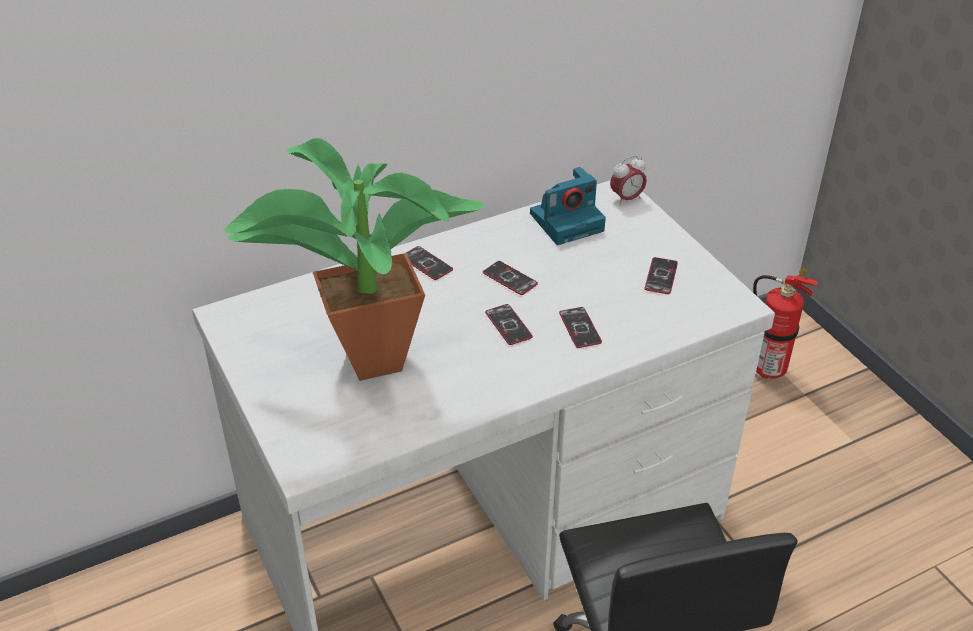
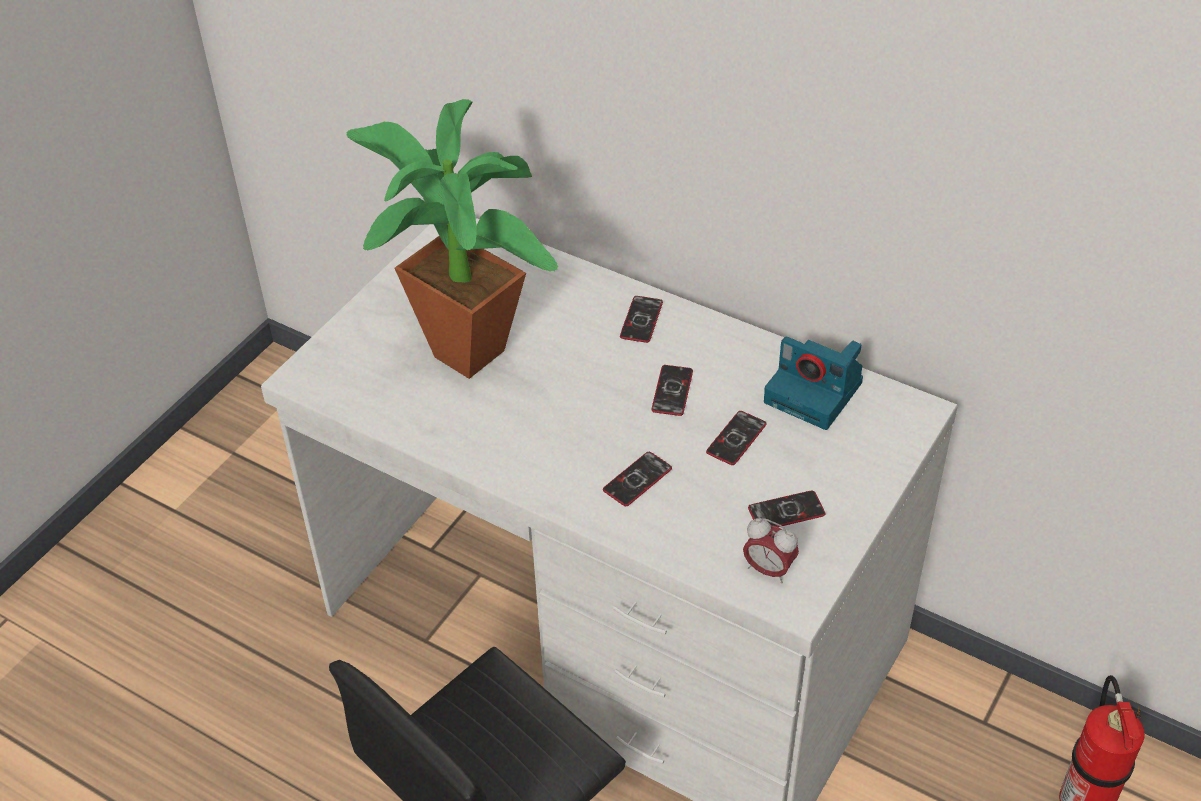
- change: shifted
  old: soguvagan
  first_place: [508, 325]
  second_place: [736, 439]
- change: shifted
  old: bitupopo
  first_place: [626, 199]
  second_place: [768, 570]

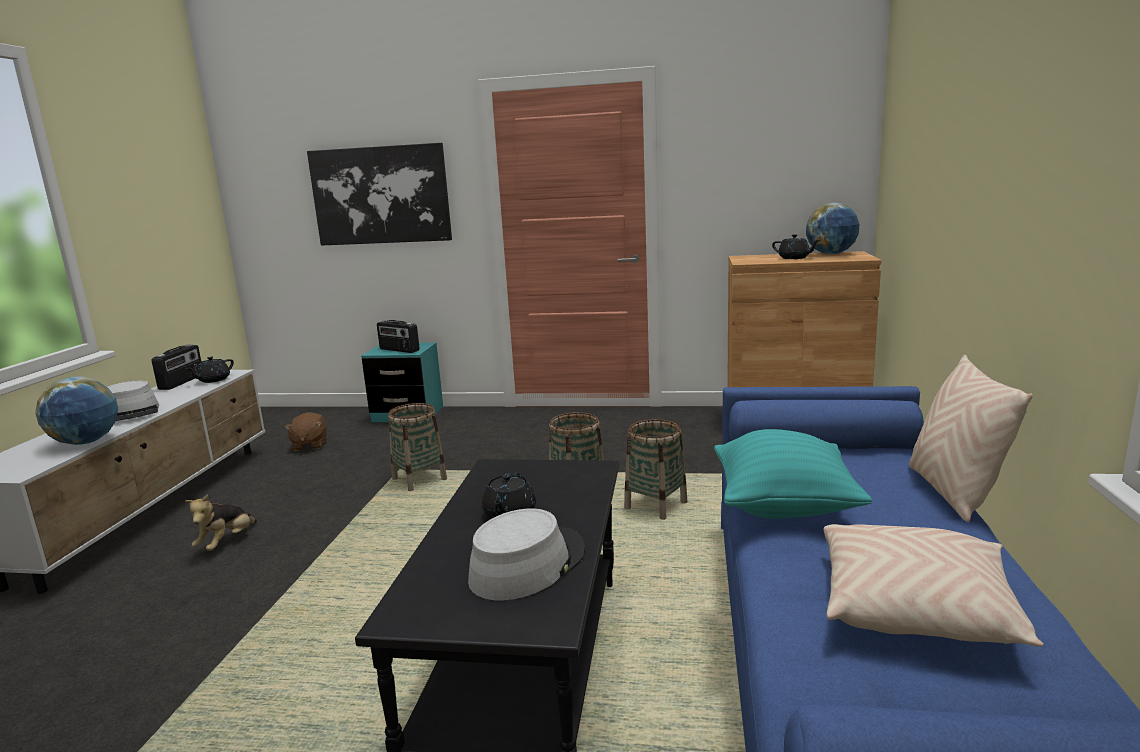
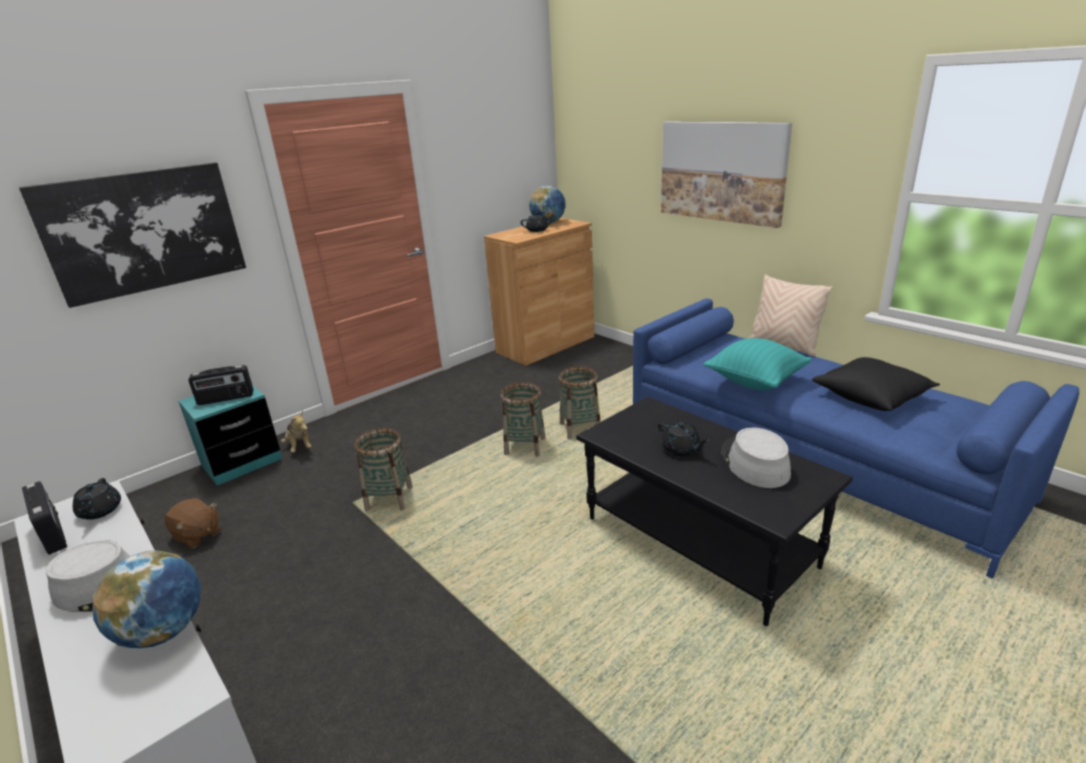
- change: shifted
  old: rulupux
  first_place: [227, 542]
  second_place: [299, 446]
- change: repainted
  old: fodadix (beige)
  new: fodadix (black)
  first_place: [915, 608]
  second_place: [872, 396]
- change: new
  new: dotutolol
  second_place: [722, 171]

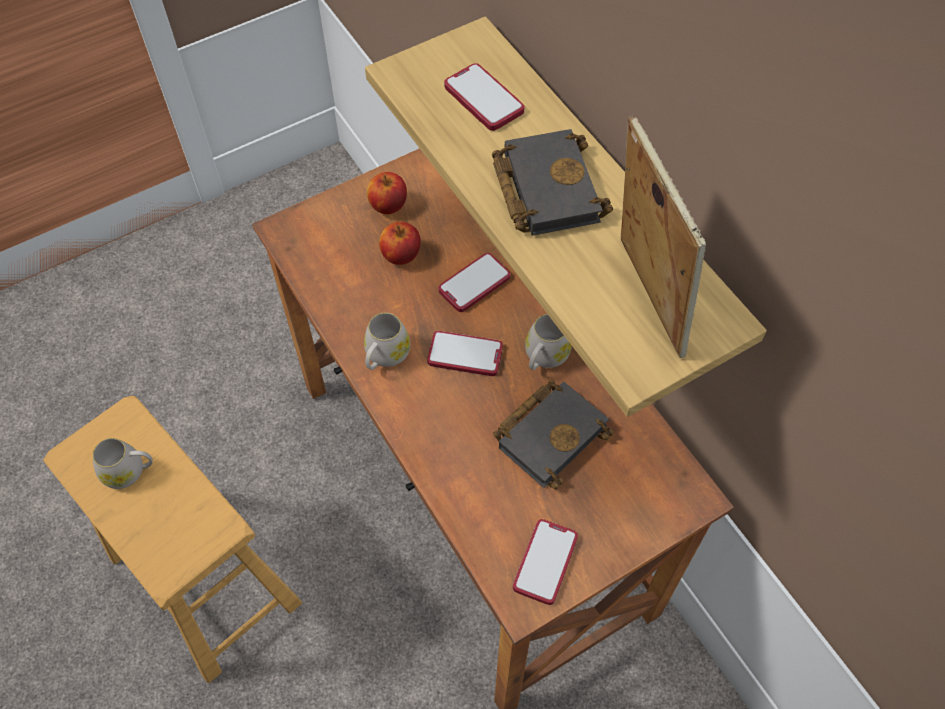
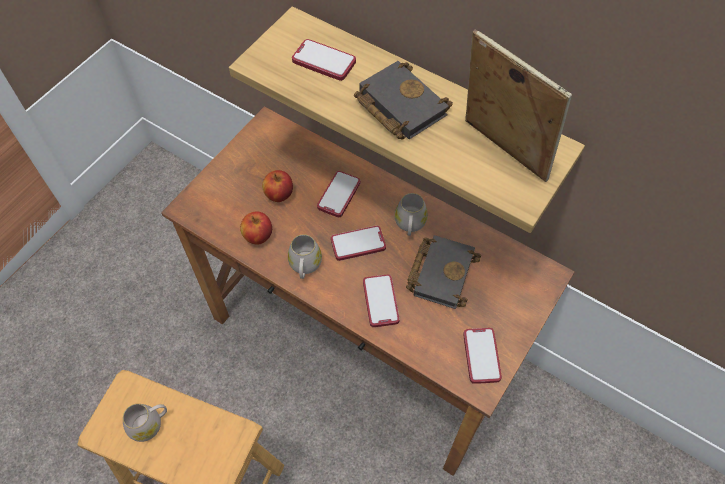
- change: shifted
  old: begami
  first_place: [388, 206]
  second_place: [258, 236]
- change: new
  new: soguvagan
  second_place: [380, 301]

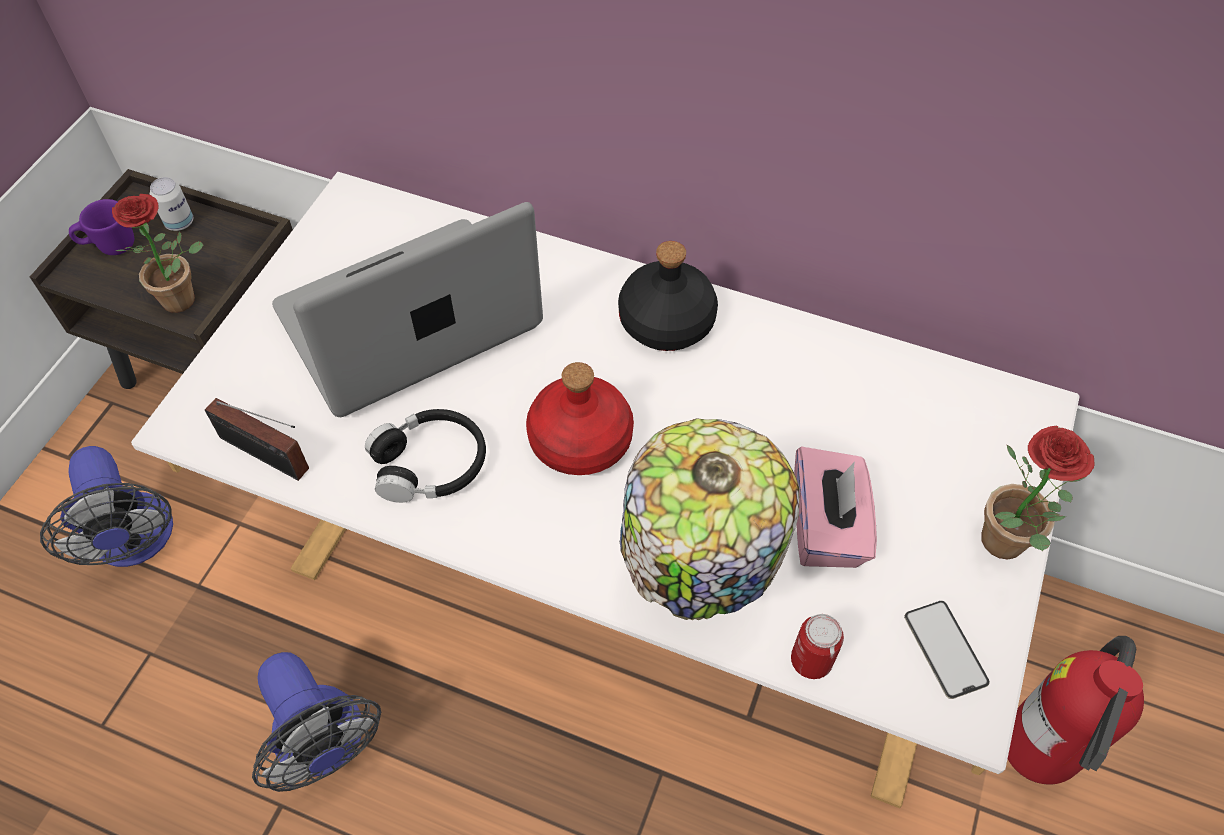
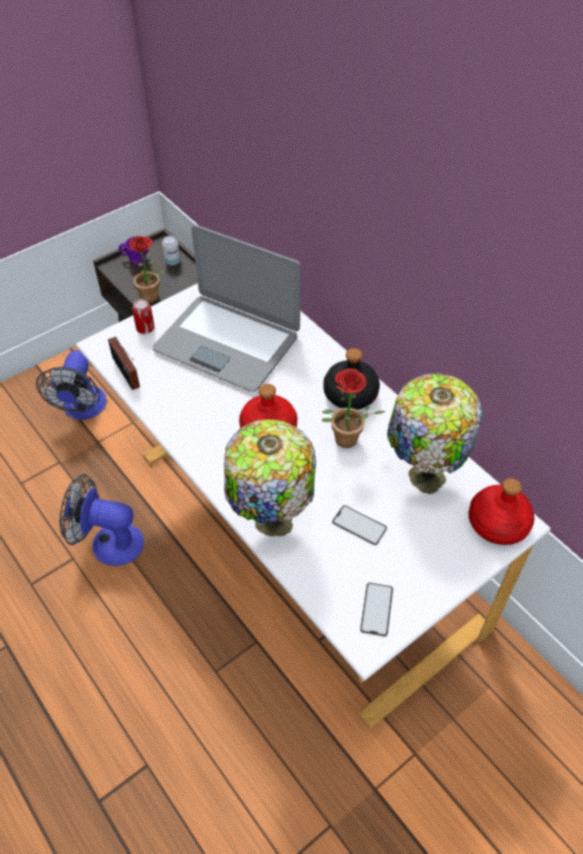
- change: rotated
  old: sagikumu
  first_place: [326, 745]
  second_place: [108, 542]
  degrees: 105
- change: rotated
  old: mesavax
  first_place: [409, 322]
  second_place: [227, 342]
  degrees: -150
- change: gone
  old: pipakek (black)
  first_place: [430, 464]
- change: shifted
  old: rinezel
  first_place: [811, 660]
  second_place: [145, 329]
- change: swapped
  old: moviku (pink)
  new: soguvagan
  first_place: [827, 527]
  second_place: [359, 525]
- change: shifted
  old: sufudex
  first_place: [1006, 549]
  second_place: [344, 443]
- change: gone
  old: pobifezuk
  first_place: [1034, 756]
- change: new
  new: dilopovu
  second_place: [423, 476]
- change: new
  new: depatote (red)
  second_place: [497, 523]

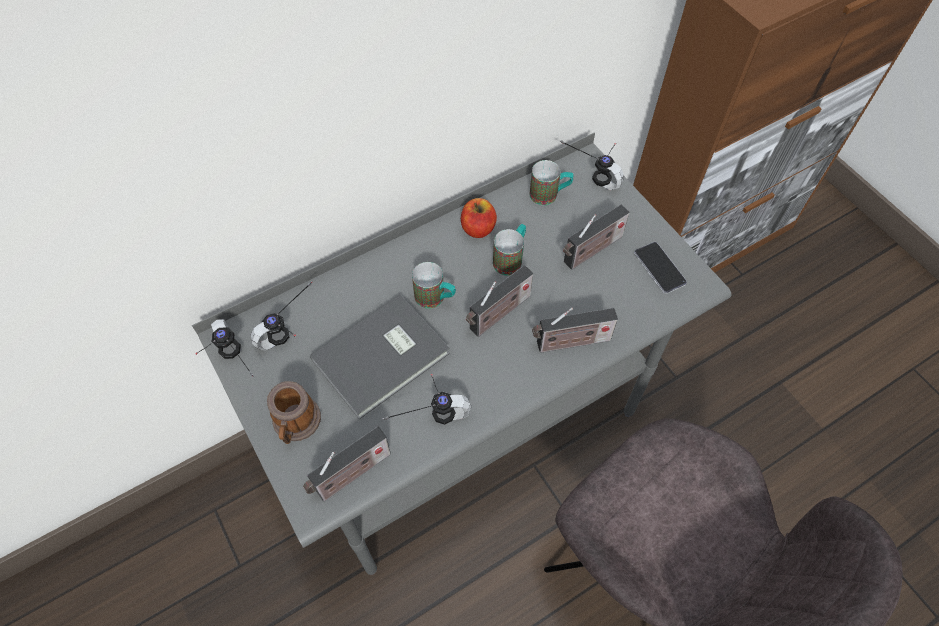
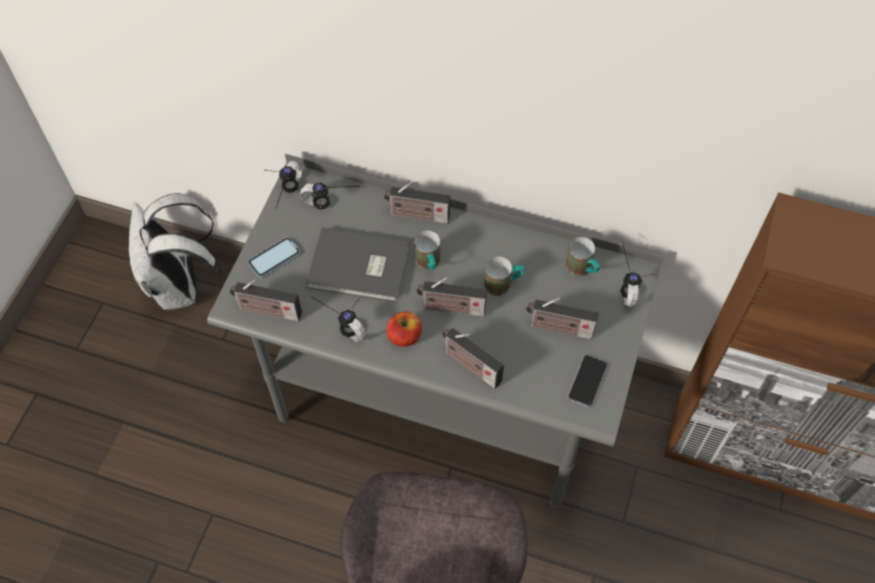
- change: swapped
  old: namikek
  new: soguvagan
  first_place: [296, 424]
  second_place: [274, 258]
- change: shifted
  old: begami
  first_place: [478, 228]
  second_place: [405, 336]
- change: new
  new: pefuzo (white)
  second_place: [181, 287]
- change: new
  new: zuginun
  second_place: [417, 215]

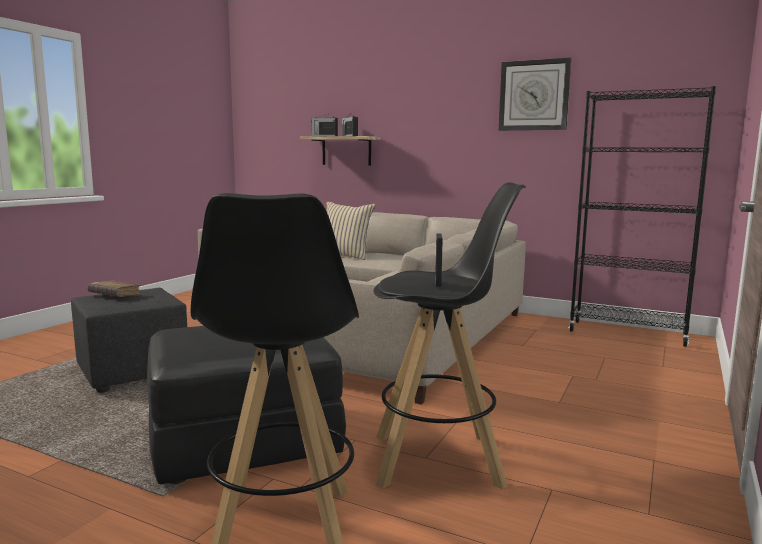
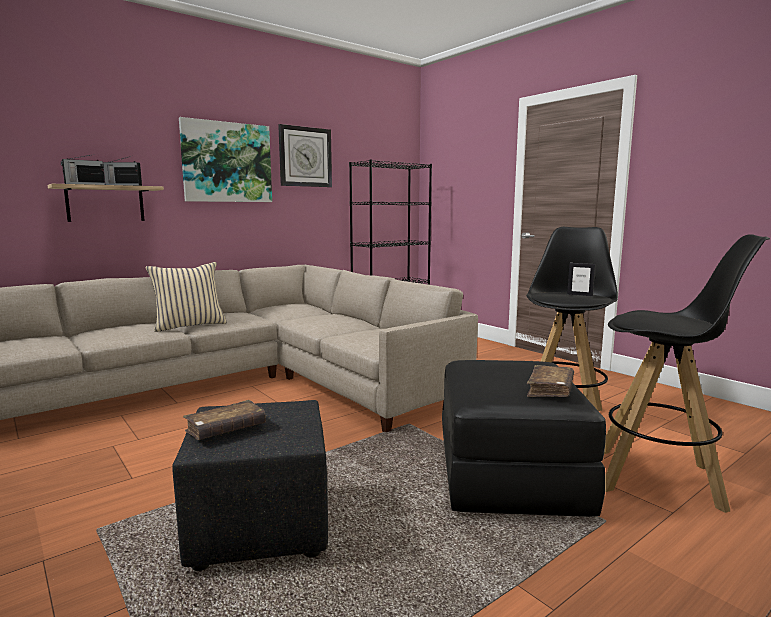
- change: new
  new: dotutolol
  second_place: [227, 162]
- change: new
  new: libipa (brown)
  second_place: [550, 390]

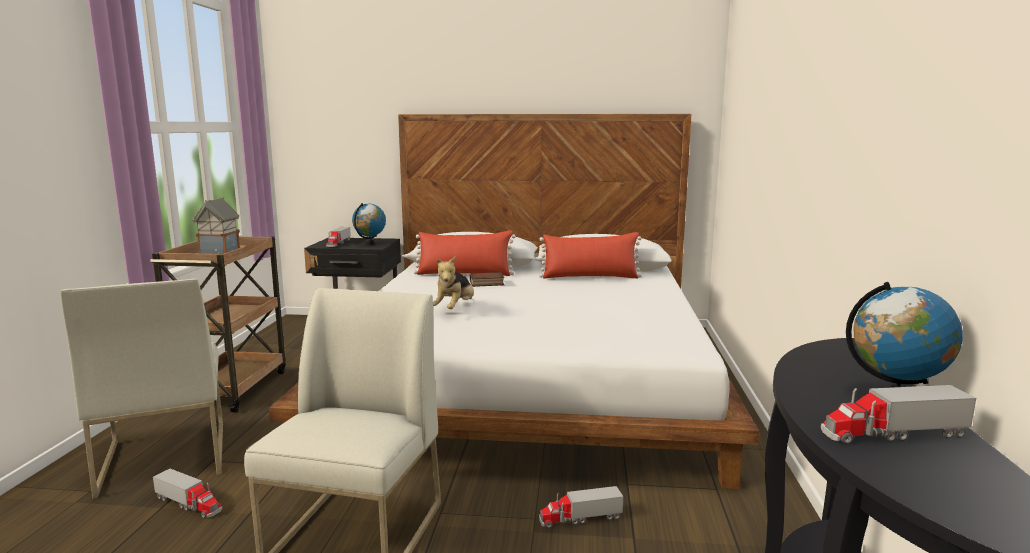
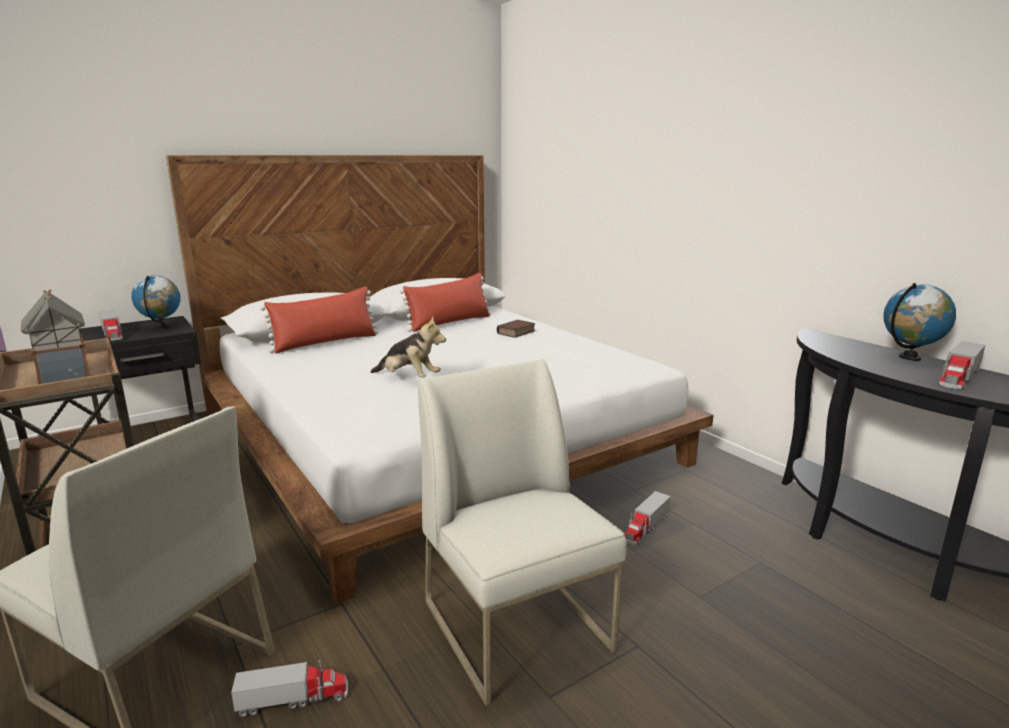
- change: rotated
  old: rulupux
  first_place: [455, 309]
  second_place: [409, 378]
  degrees: -45
- change: shifted
  old: libipa
  first_place: [486, 283]
  second_place: [516, 332]

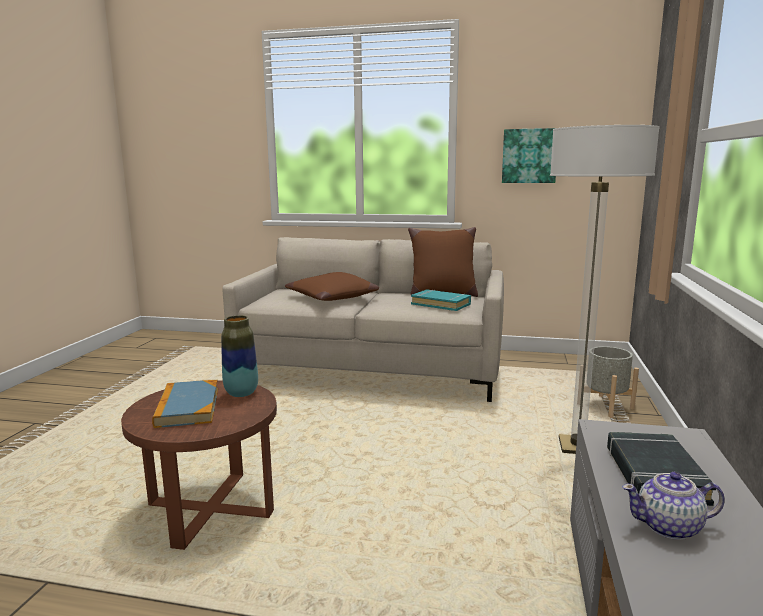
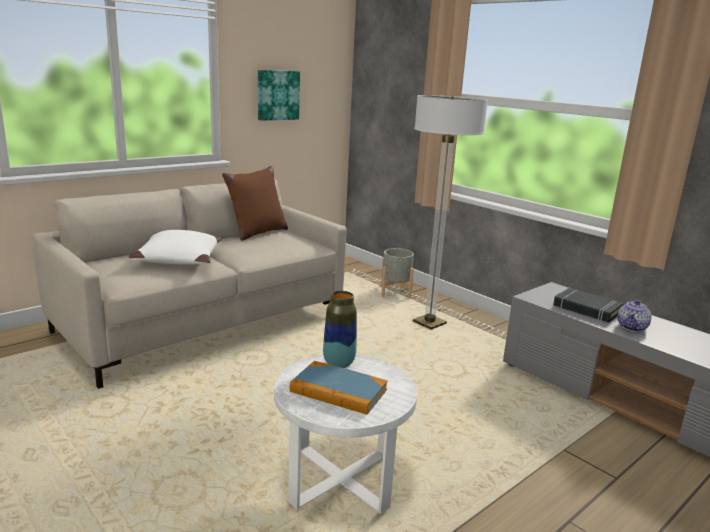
- change: repainted
  old: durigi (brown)
  new: durigi (white)
  first_place: [210, 509]
  second_place: [341, 478]
- change: repainted
  old: fodadix (brown)
  new: fodadix (white)
  first_place: [333, 297]
  second_place: [179, 259]
- change: gone
  old: libipa (turquoise)
  first_place: [441, 304]

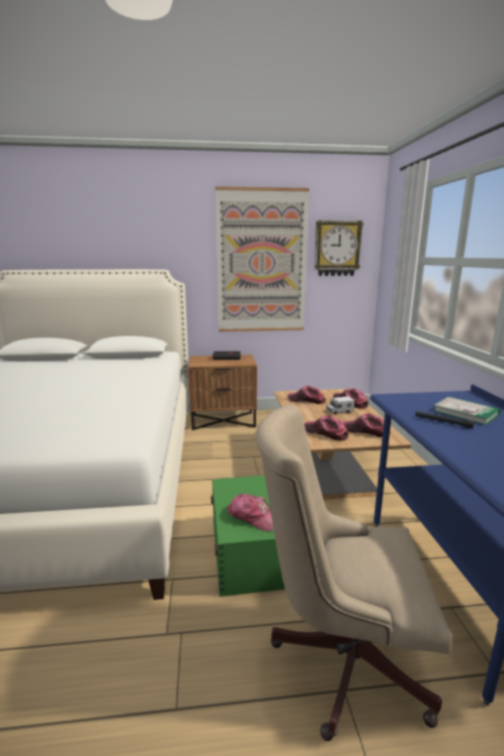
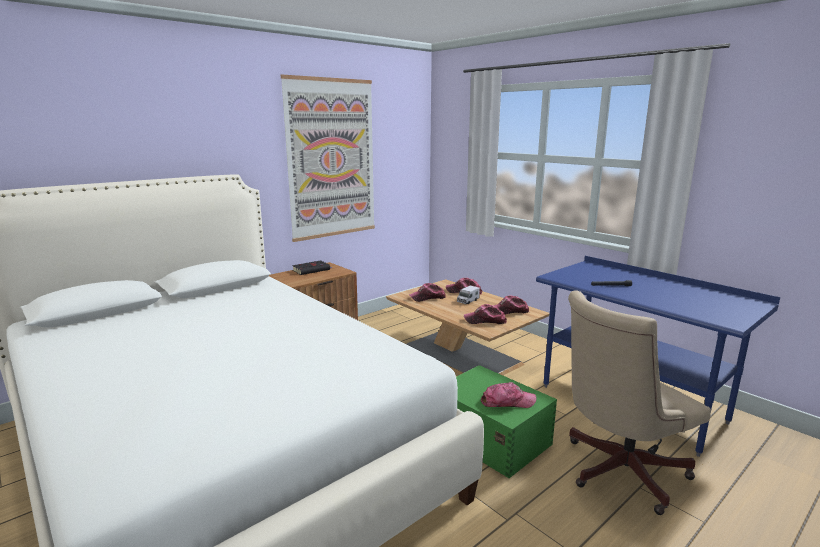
- change: gone
  old: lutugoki
  first_place: [337, 248]
- change: gone
  old: libipa
  first_place: [465, 412]

